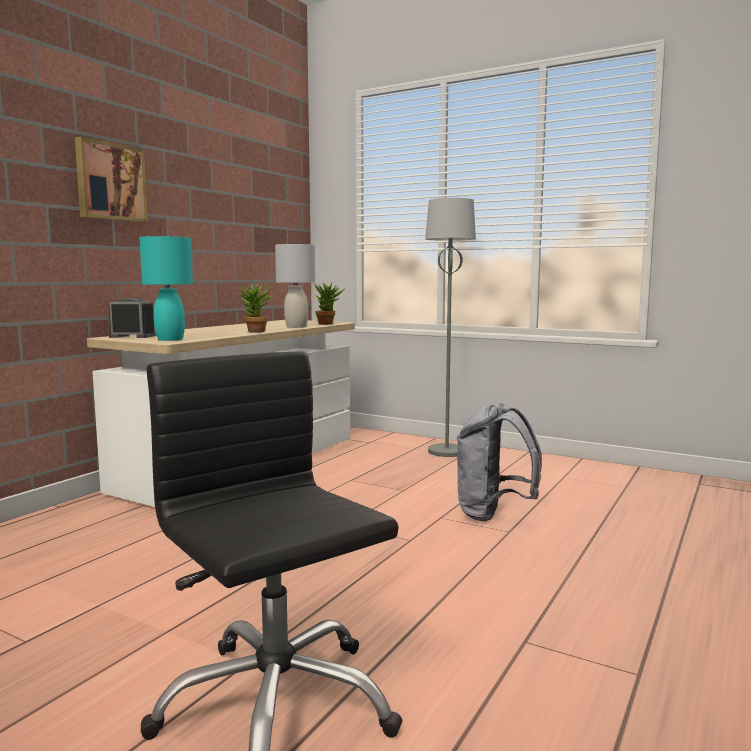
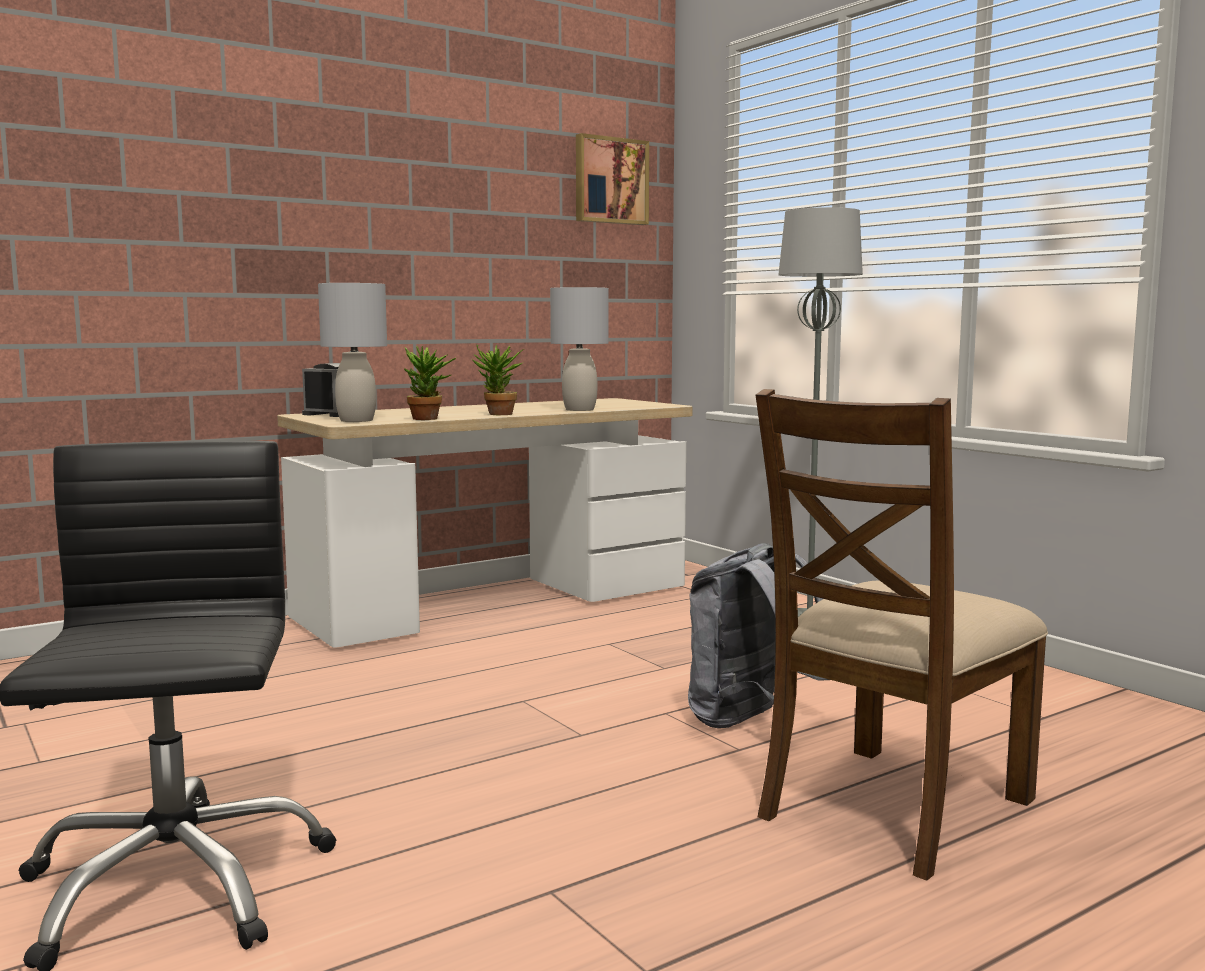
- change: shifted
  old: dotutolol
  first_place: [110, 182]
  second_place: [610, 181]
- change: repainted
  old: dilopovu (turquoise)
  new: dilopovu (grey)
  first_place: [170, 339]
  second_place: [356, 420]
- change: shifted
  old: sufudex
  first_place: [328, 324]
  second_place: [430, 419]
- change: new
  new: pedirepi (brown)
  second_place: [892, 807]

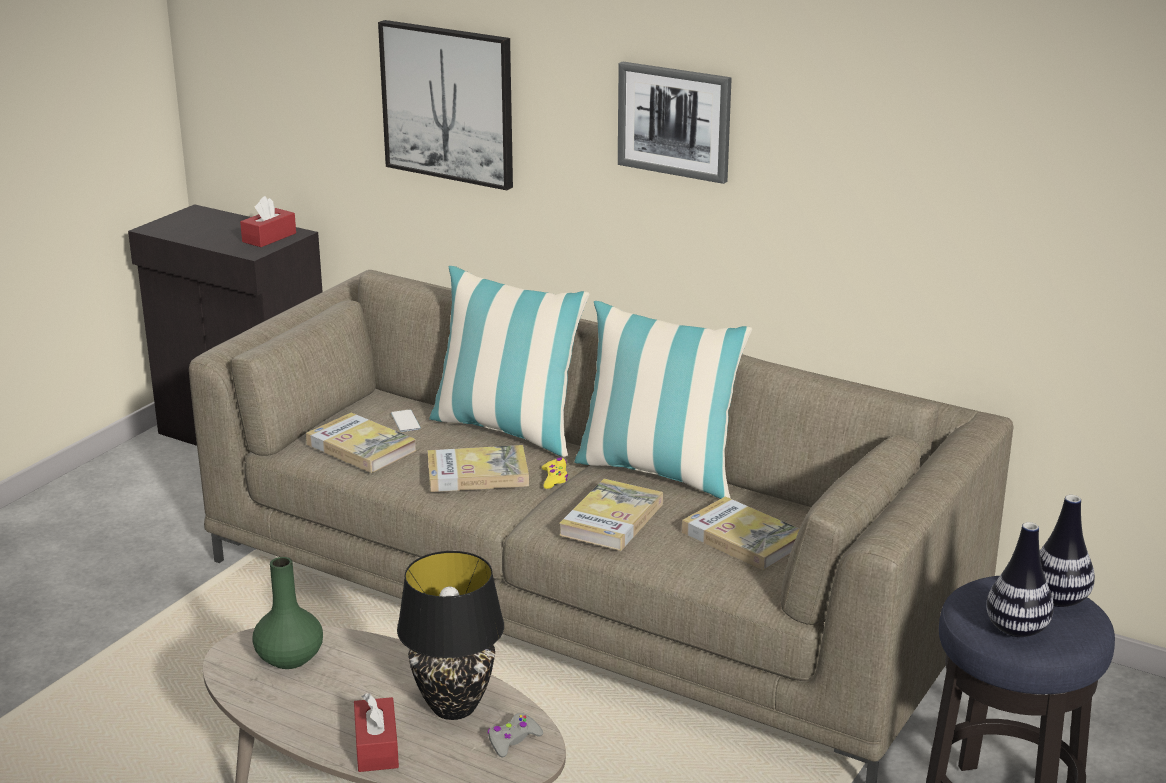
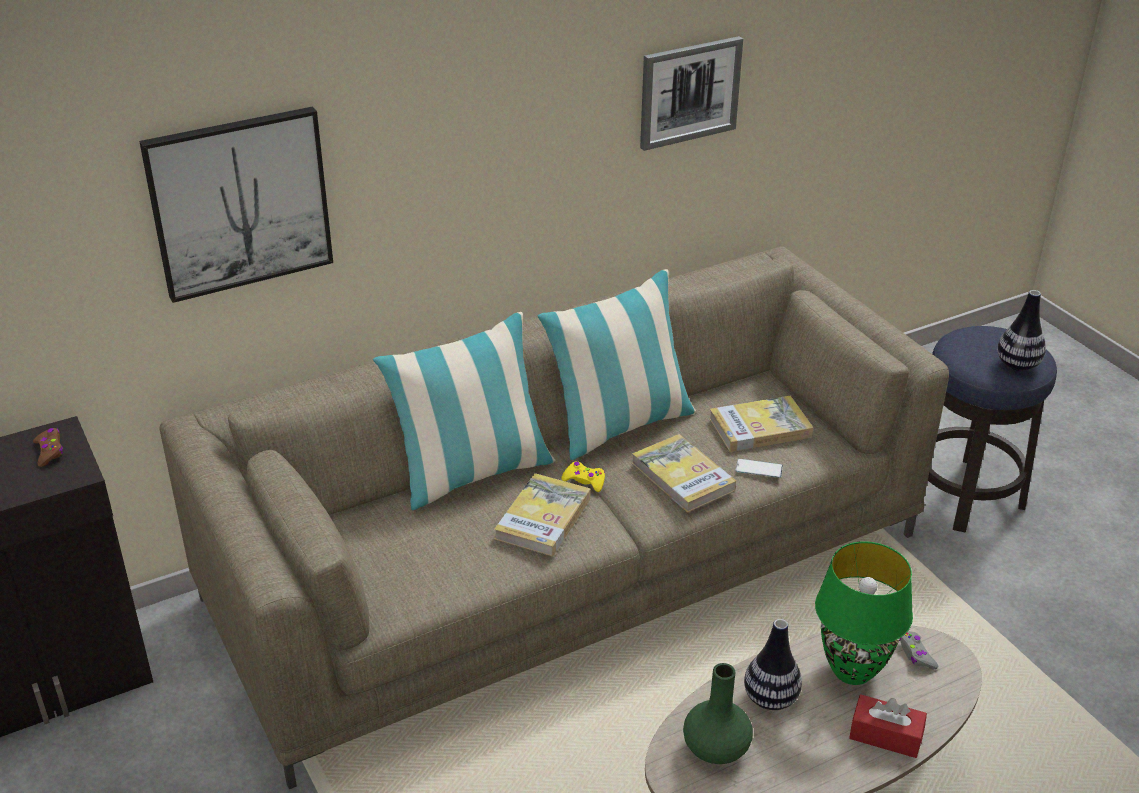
- change: swapped
  old: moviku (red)
  new: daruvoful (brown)
  first_place: [269, 237]
  second_place: [49, 451]
- change: gone
  old: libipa
  first_place: [361, 447]
- change: shifted
  old: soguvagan
  first_place: [405, 421]
  second_place: [759, 468]
- change: repainted
  old: dilopovu (black)
  new: dilopovu (green)
  first_place: [453, 706]
  second_place: [851, 671]
- change: shifted
  old: dotutolol
  first_place: [674, 121]
  second_place: [689, 92]
- change: shifted
  old: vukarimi
  first_place: [1058, 600]
  second_place: [770, 699]

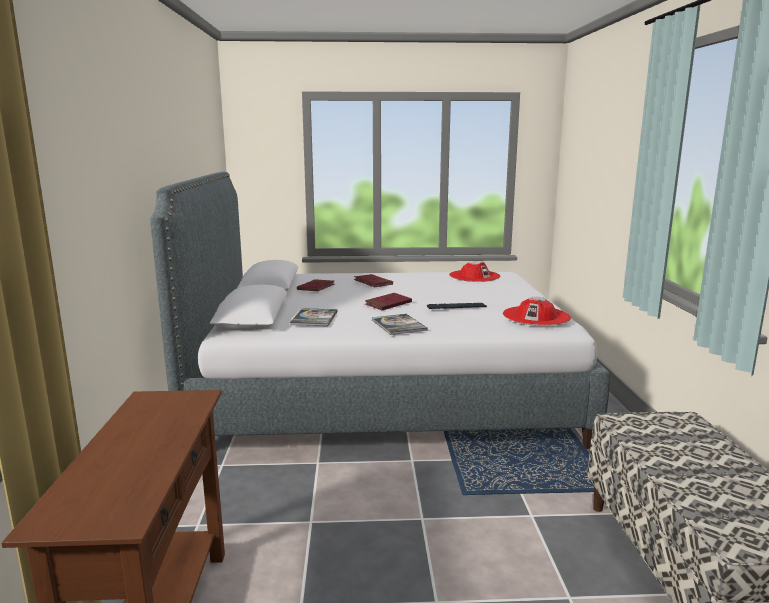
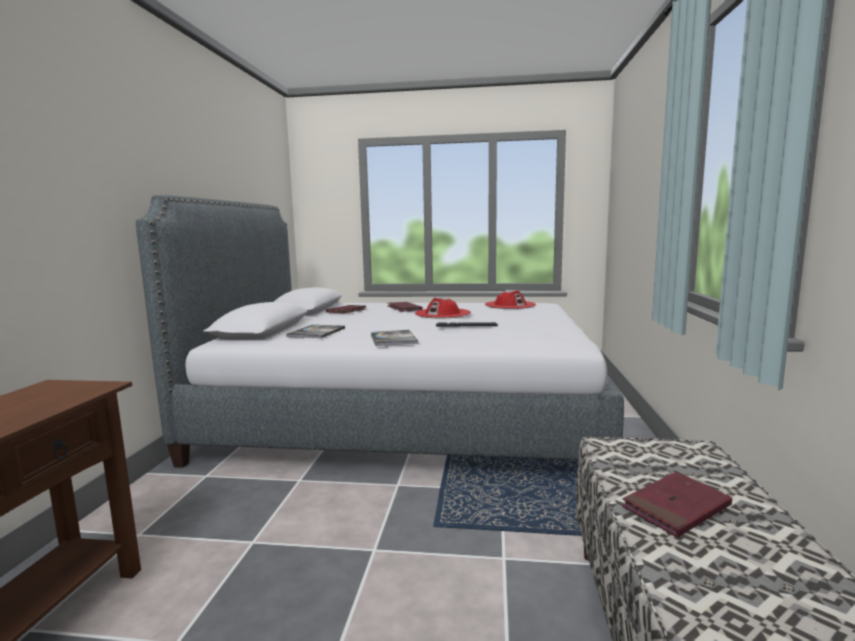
- change: shifted
  old: libipa (red)
  first_place: [388, 304]
  second_place: [676, 507]
- change: shifted
  old: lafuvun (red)
  first_place: [536, 316]
  second_place: [442, 313]

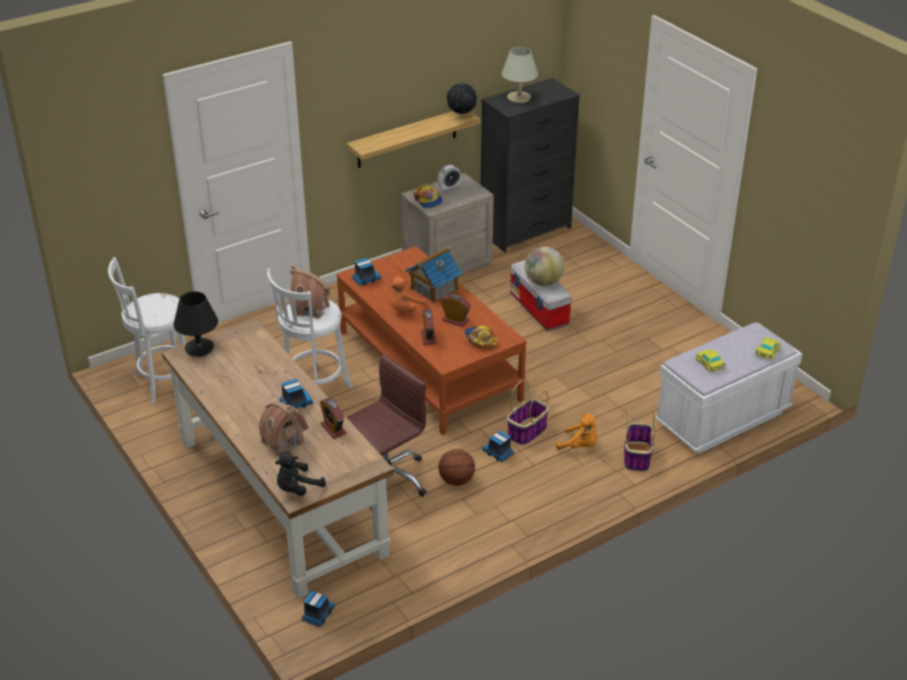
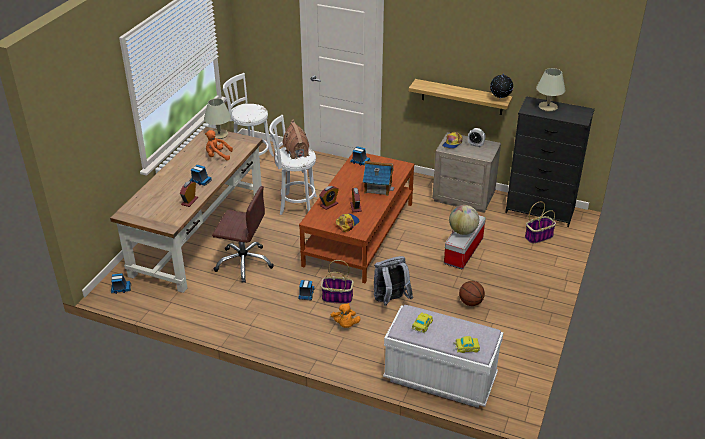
- change: repainted
  old: dilopovu (black)
  new: dilopovu (beige)
  first_place: [199, 348]
  second_place: [219, 134]
- change: gone
  old: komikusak
  first_place: [283, 442]
- change: gone
  old: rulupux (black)
  first_place: [297, 489]
- change: shifted
  old: rulupux (orange)
  first_place: [404, 309]
  second_place: [217, 156]
- change: shifted
  old: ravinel
  first_place: [456, 480]
  second_place: [470, 302]
- change: shifted
  old: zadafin
  first_place: [637, 456]
  second_place: [539, 236]
- change: new
  new: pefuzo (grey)
  second_place: [390, 300]

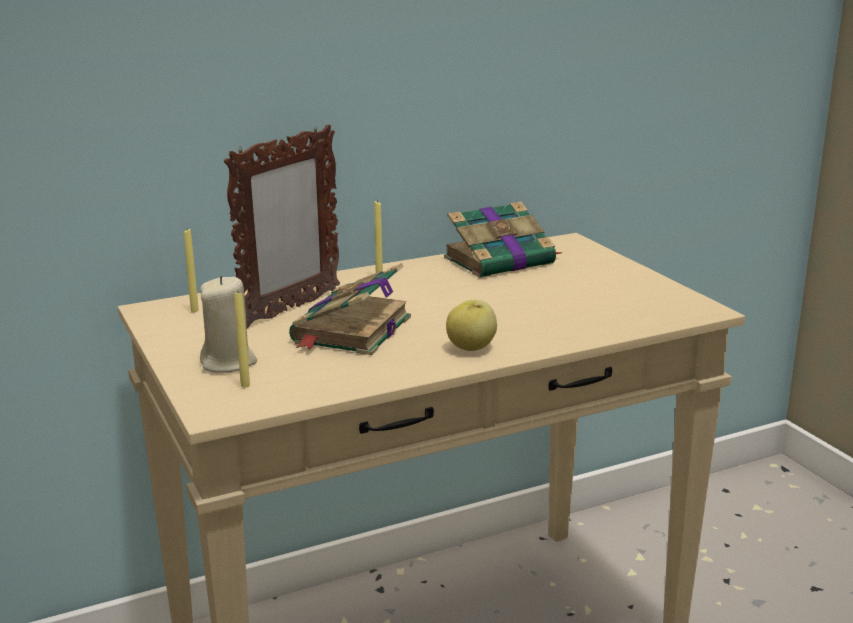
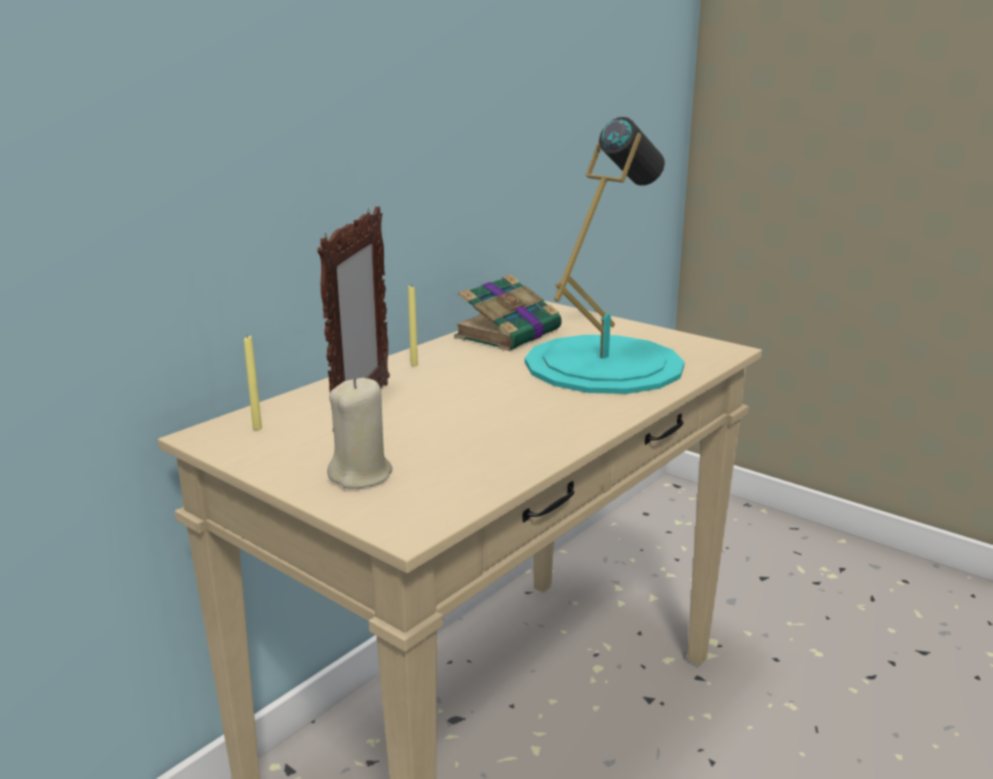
- change: gone
  old: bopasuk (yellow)
  first_place: [245, 385]
- change: gone
  old: libipa
  first_place: [350, 331]
- change: gone
  old: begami
  first_place: [472, 347]
- change: new
  new: dilopovu (turquoise)
  second_place: [603, 364]

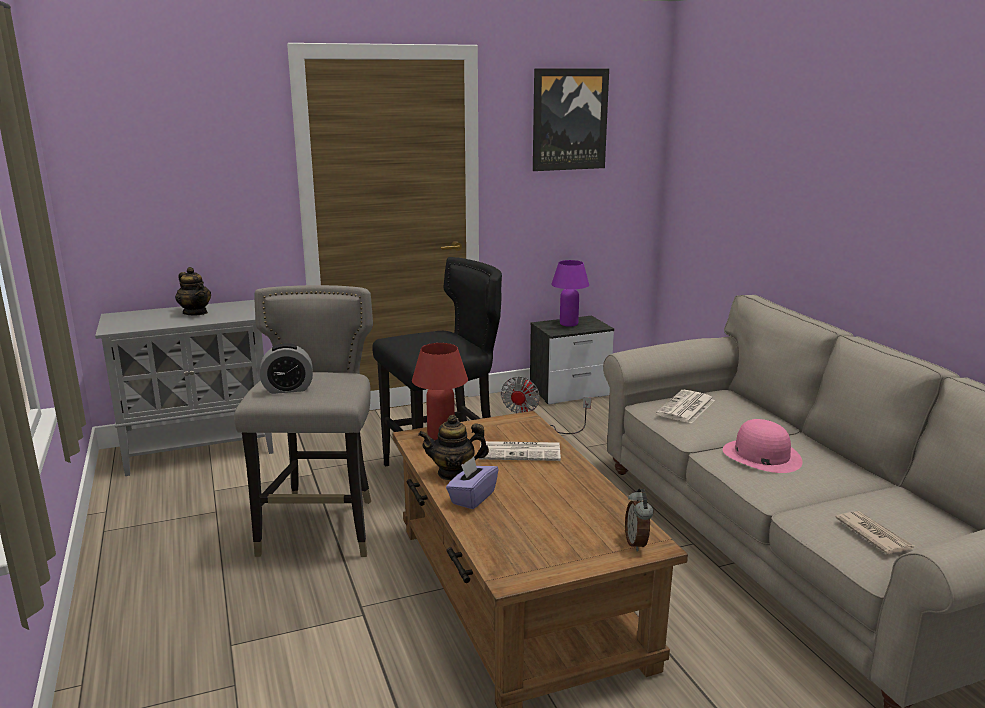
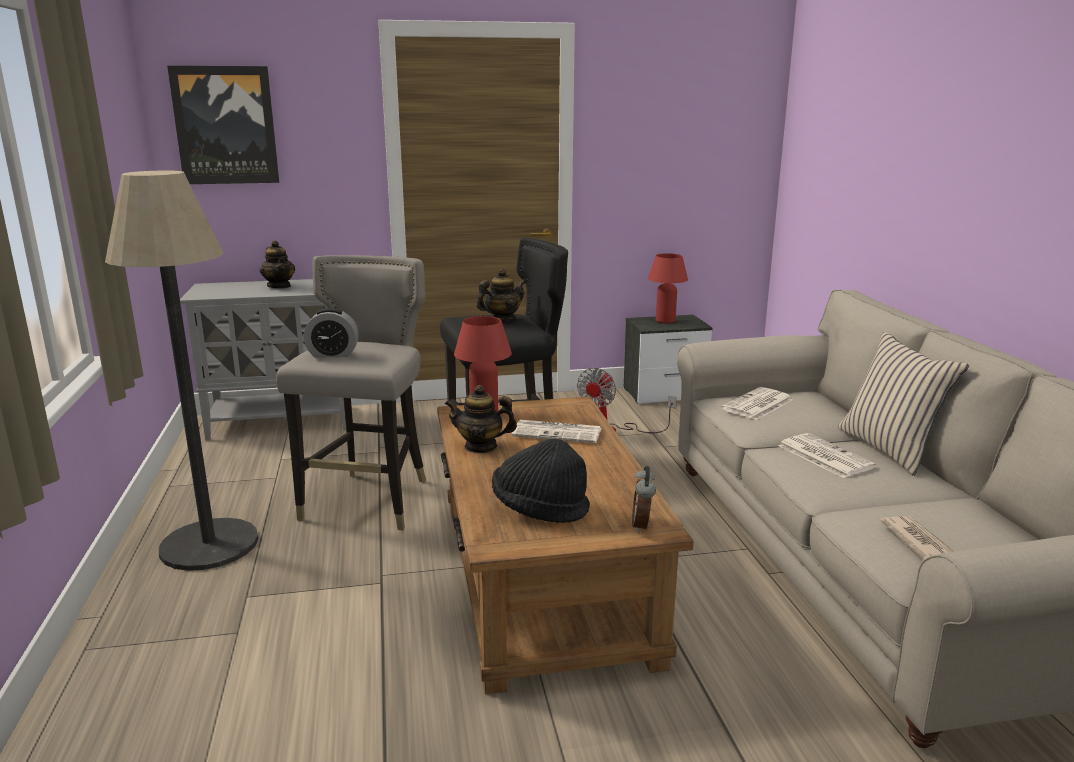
- change: gone
  old: moviku (purple)
  first_place: [472, 498]
- change: shifted
  old: dotutolol
  first_place: [569, 119]
  second_place: [225, 125]
- change: repainted
  old: dilopovu (purple)
  new: dilopovu (red)
  first_place: [568, 324]
  second_place: [665, 321]
- change: swapped
  old: lafuvun (pink)
  new: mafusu
  first_place: [761, 455]
  second_place: [823, 456]
- change: new
  new: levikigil
  second_place: [209, 544]
- change: new
  new: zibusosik
  second_place: [502, 320]
- change: new
  new: lafuvun (black)
  second_place: [539, 509]
- change: new
  new: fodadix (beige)
  second_place: [890, 449]

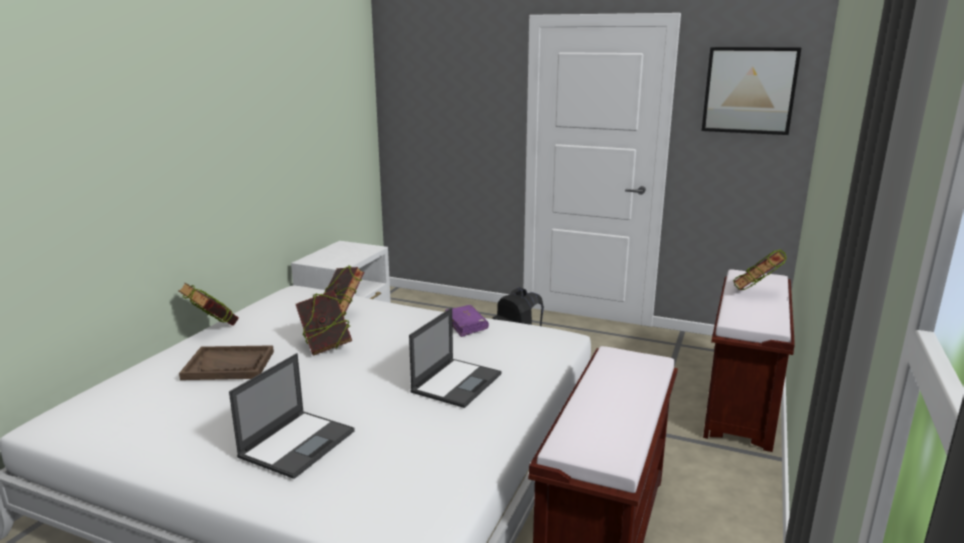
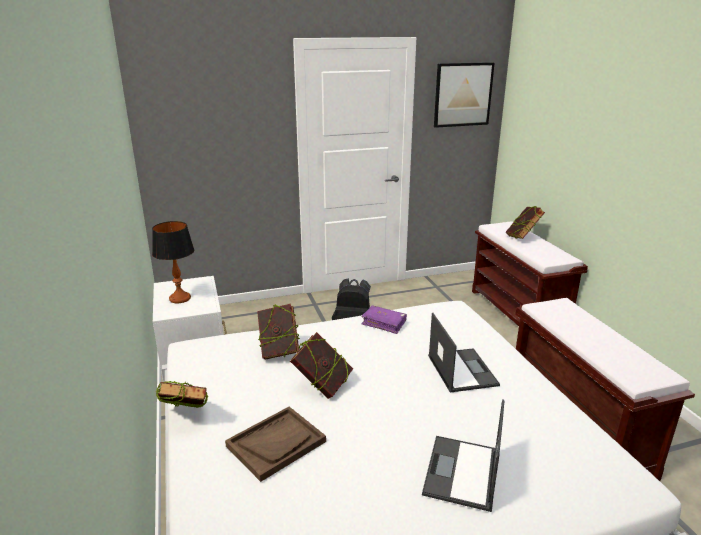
- change: rotated
  old: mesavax
  first_place: [298, 443]
  second_place: [462, 473]
  degrees: -150
- change: new
  new: dilopovu
  second_place: [180, 298]

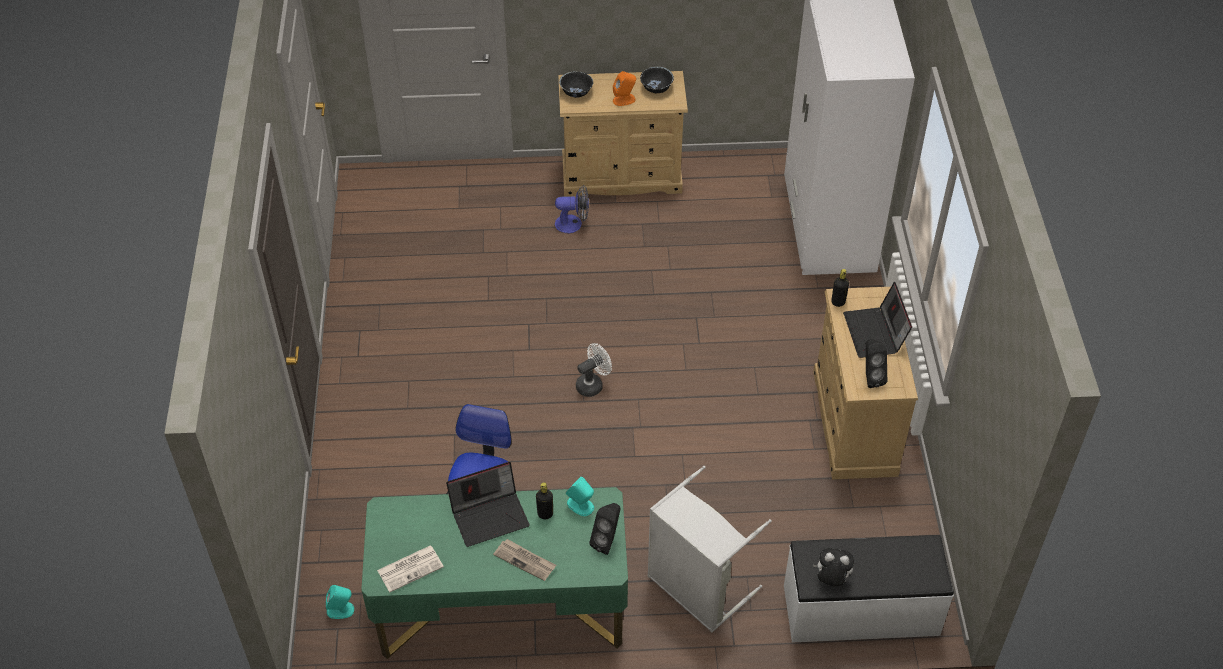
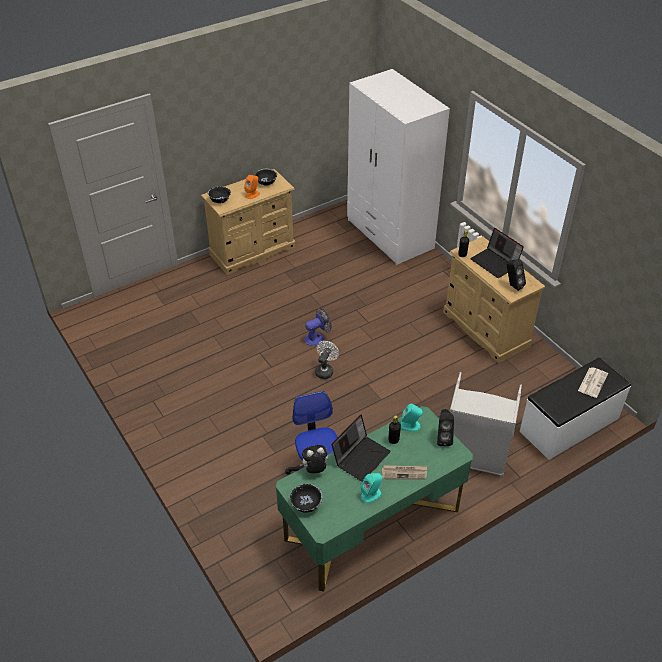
- change: shifted
  old: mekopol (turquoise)
  first_place: [341, 610]
  second_place: [371, 494]
- change: shifted
  old: mafusu
  first_place: [411, 568]
  second_place: [592, 382]
- change: shifted
  old: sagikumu
  first_place: [573, 224]
  second_place: [317, 338]
- change: shifted
  old: rulupux
  first_place: [831, 579]
  second_place: [314, 470]
- change: new
  new: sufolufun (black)
  second_place: [306, 504]

